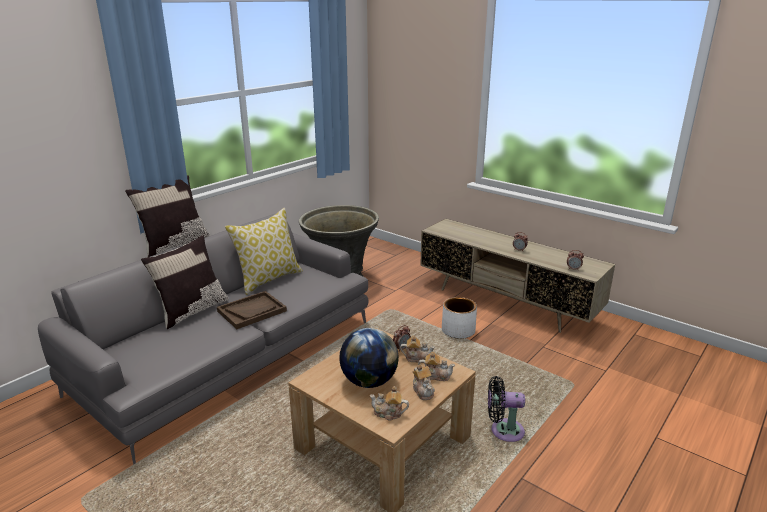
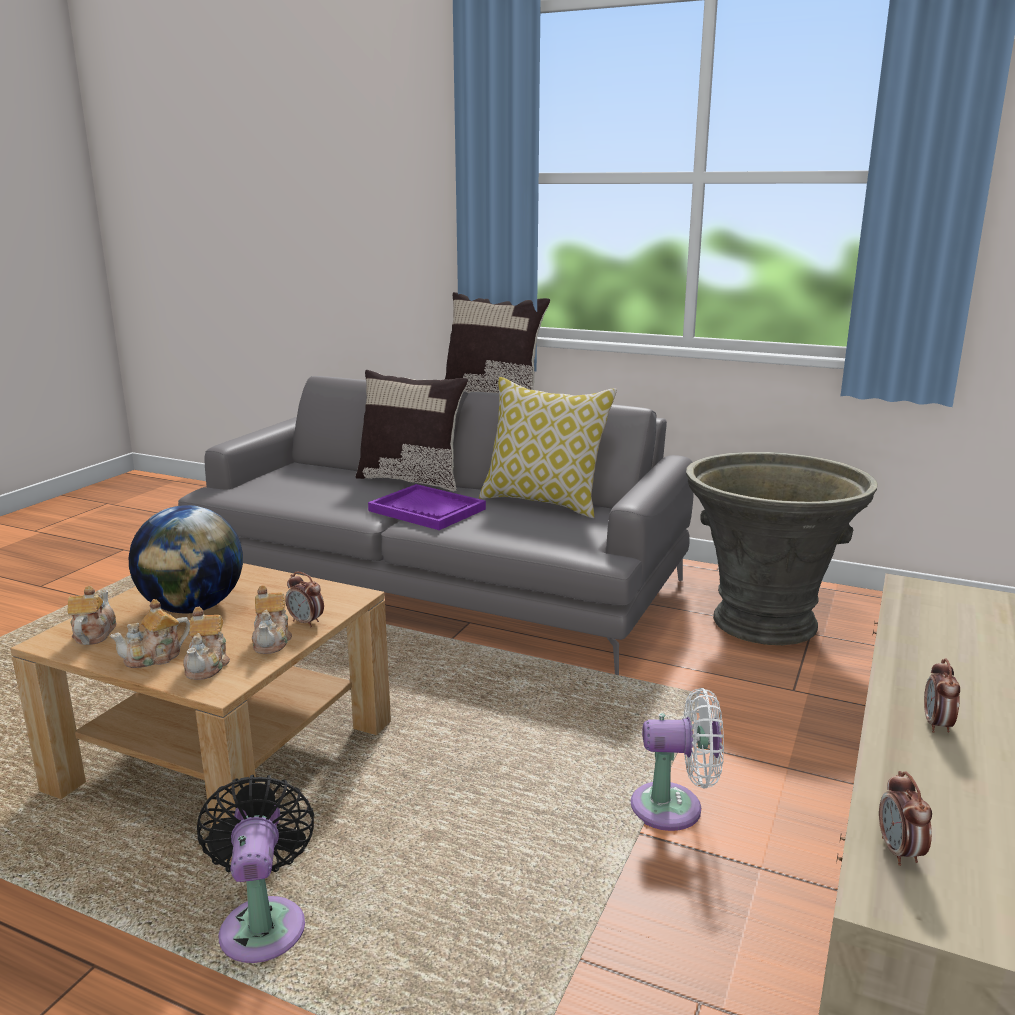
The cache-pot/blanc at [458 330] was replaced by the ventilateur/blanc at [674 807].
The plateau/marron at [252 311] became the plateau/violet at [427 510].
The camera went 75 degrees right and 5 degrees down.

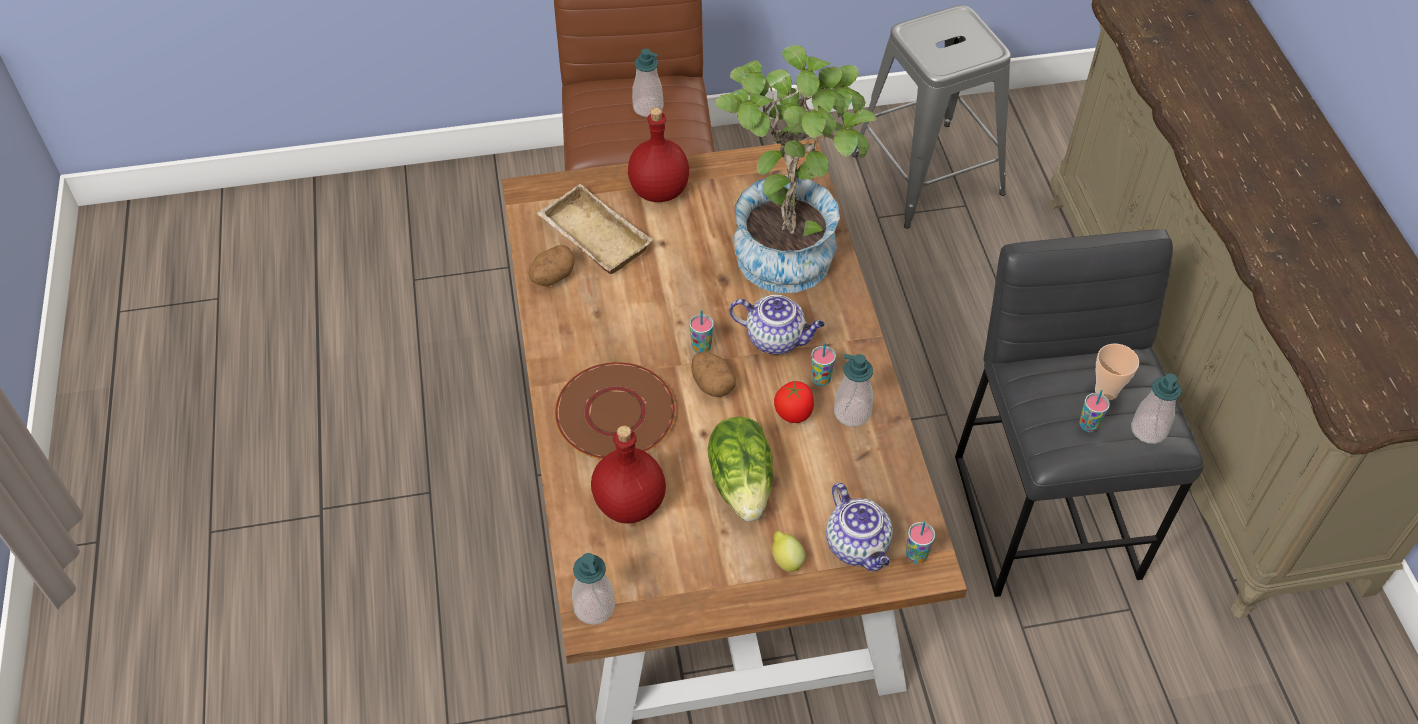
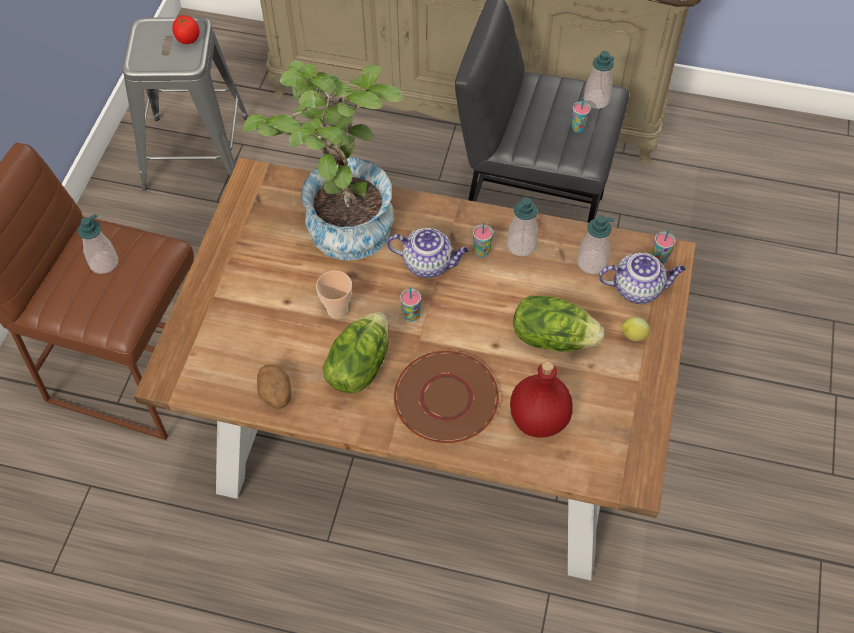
The plateau/beige at [591 237] disappeared.
The bouteille/rouge at [658 190] disappeared.
The pomme de terre at [712 384] disappeared.
The laitue at [358 366] appeared.
The distributeur de savon moved from [594 607] to [592 263].
The tomate moved from [793 413] to [188 39].
The tasse moved from [1106 391] to [337 310].
The théière at [776 339] turned 60 degrees clockwise.
The camera went 65 degrees left and 5 degrees up.

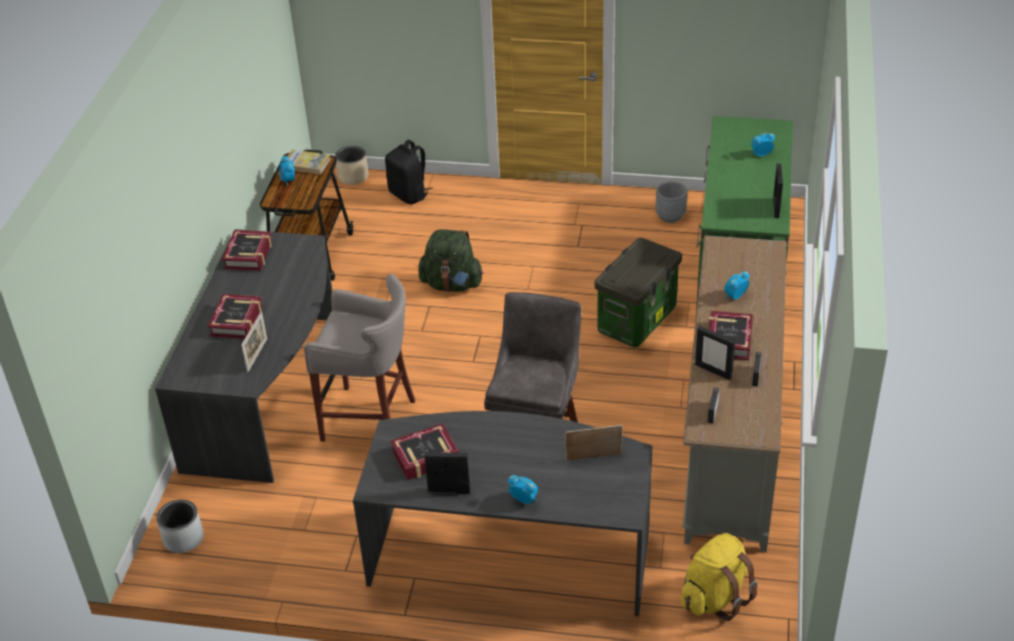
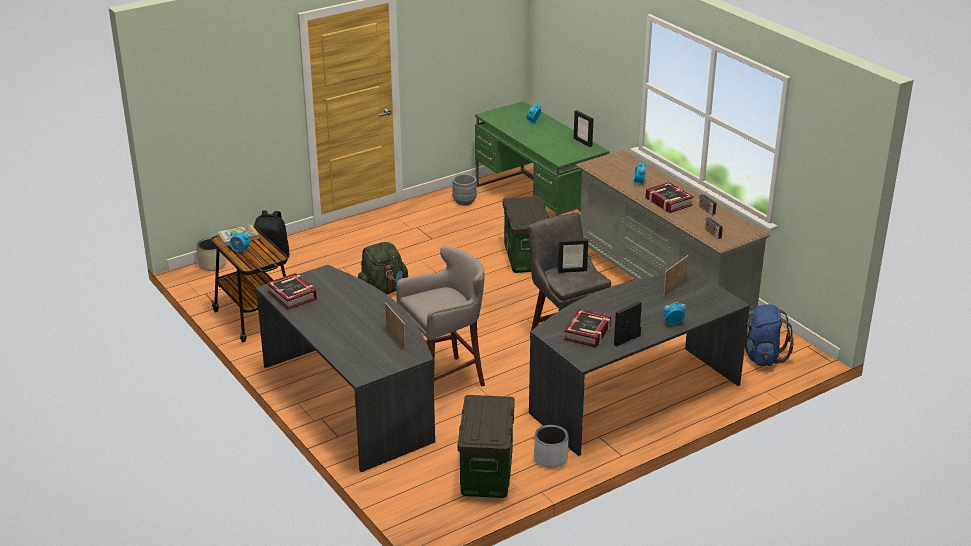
The livre at [237 321] disappeared.
The boîte de rangement at [487 475] appeared.
The cache-pot/gris moved from [183 538] to [550 459].
The cadre photo moved from [714 370] to [572 270].
The sac à dos/jaune at [715 598] became the sac à dos/bleu at [762 357].
The camera went 45 degrees left and 10 degrees down.

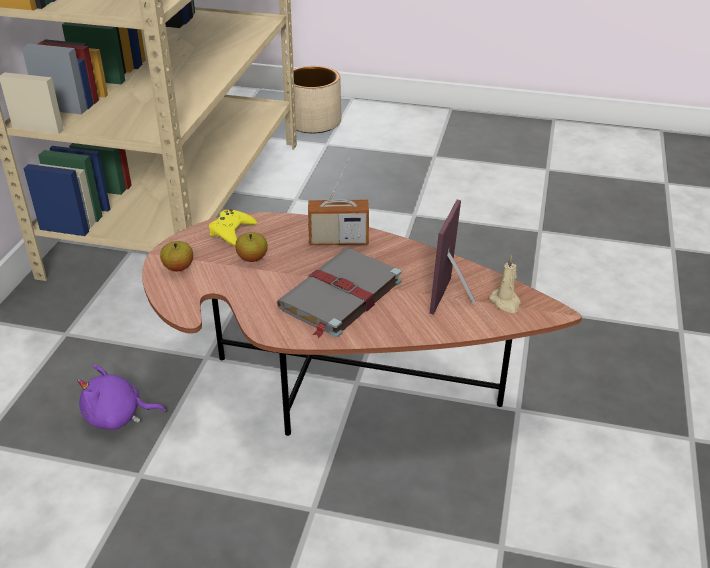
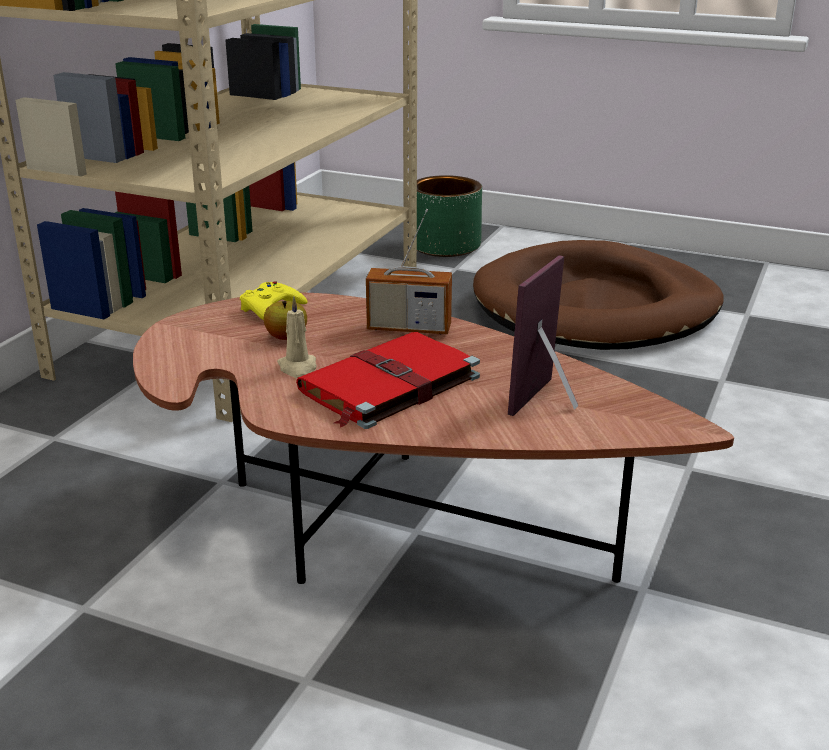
The peluche/violet at [118 417] disappeared.
The pomme at [178 267] disappeared.
The panier pour chien/marron at [596 307] appeared.
The bougie/beige moved from [505 302] to [298 368].
The livre/gris at [339 296] became the livre/rouge at [387 385].
The cache-pot/beige at [314 122] became the cache-pot/vert at [445 246].
The camera went 10 degrees right and 10 degrees down.

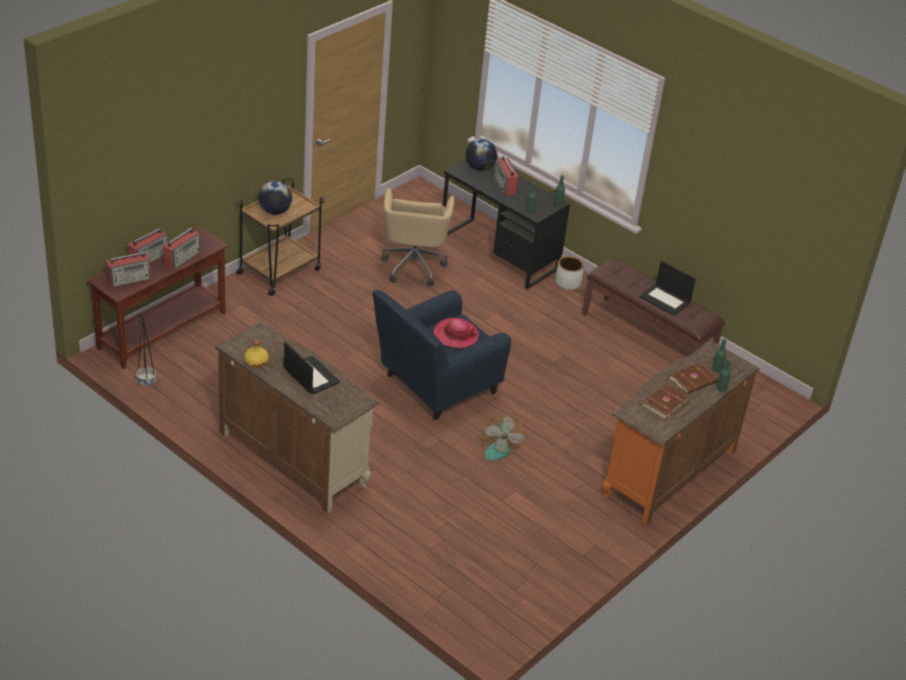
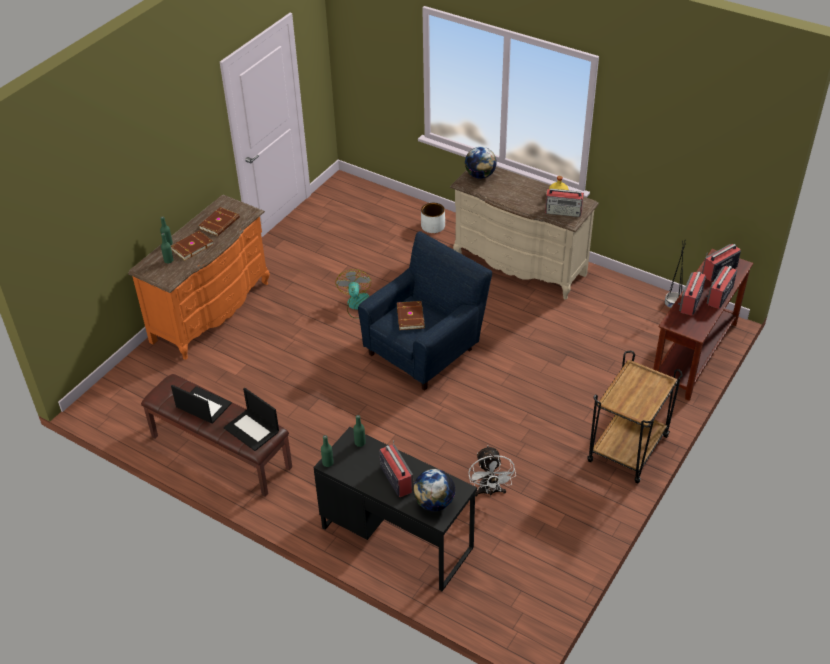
The radio at [564 211] appeared.
The globe moved from [275 211] to [480 175].
The ordinateur portable moved from [310 375] to [252 430].
The cache-pot/blanc moved from [567 282] to [433 226].
The chaise de bureau/beige at [413 266] was replaced by the ventilateur/blanc at [489 492].
The chapeau at [456 335] was replaced by the livre/marron at [411 316].
The camera went 175 degrees right and 5 degrees up.

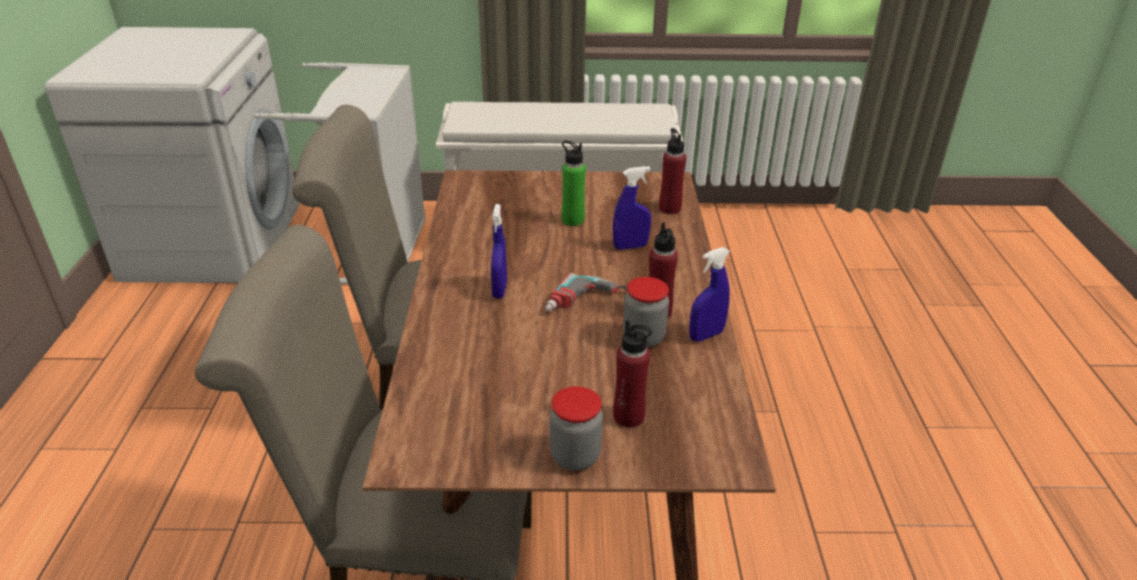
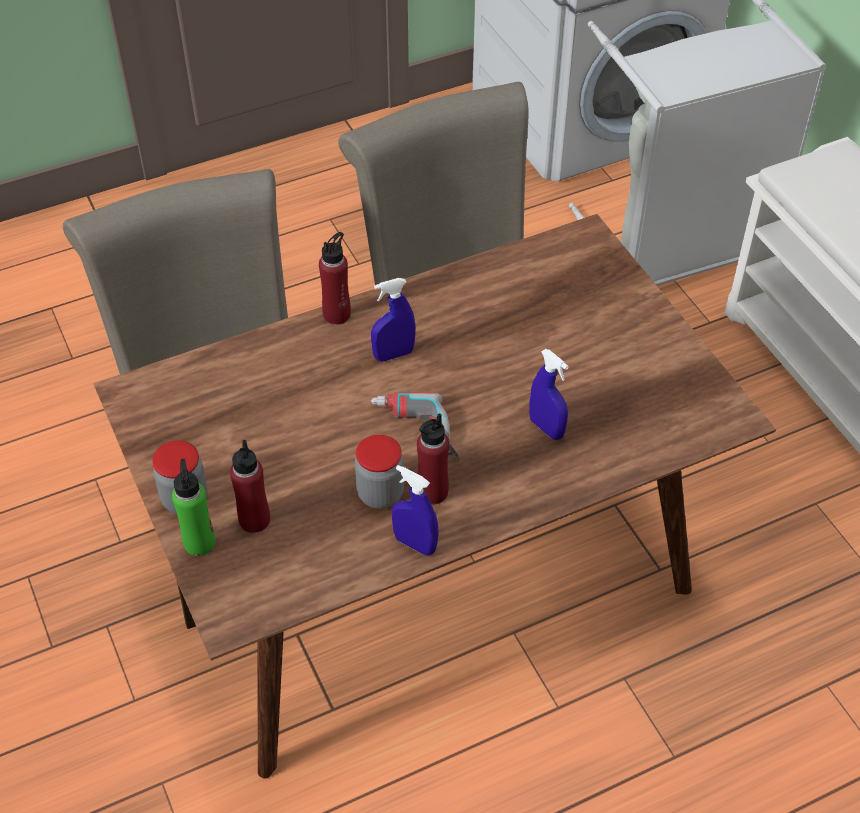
The bouteille/vert moved from [572 220] to [199 542].
The bouteille/rouge moved from [669 208] to [337 314].
The camera went 65 degrees right and 15 degrees up.

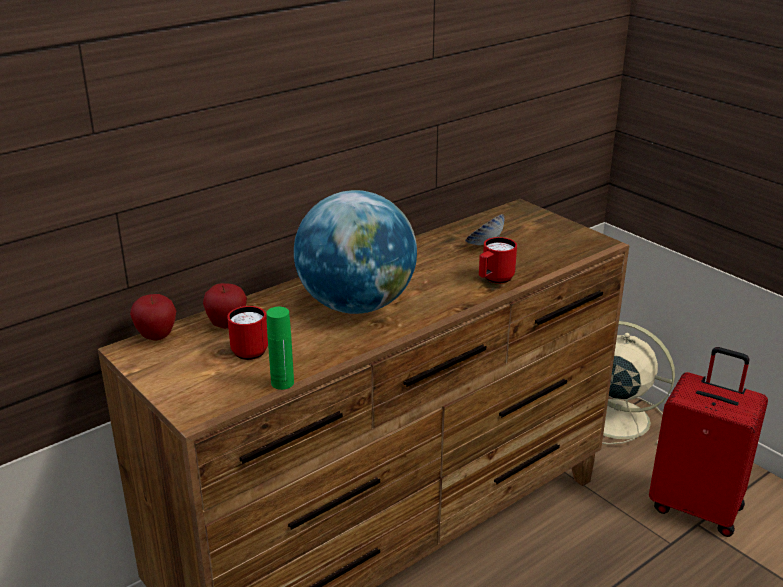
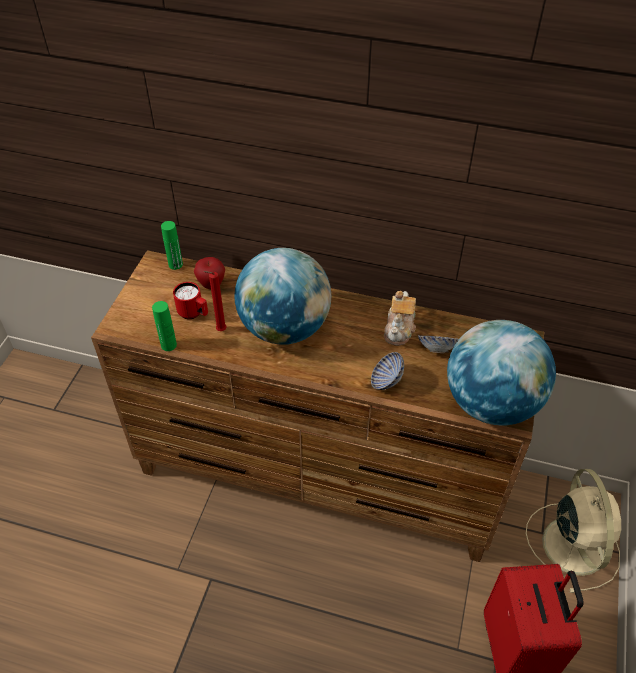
The bougie/rouge at [219 331] appeared.
The théière at [399 329] appeared.
The globe at [491 403] appeared.
The pomme at [156 337] was replaced by the bouteille/vert at [175 264].
The mug/rouge at [494 280] was replaced by the bol at [386 381].
The camera went 55 degrees right and 20 degrees up.

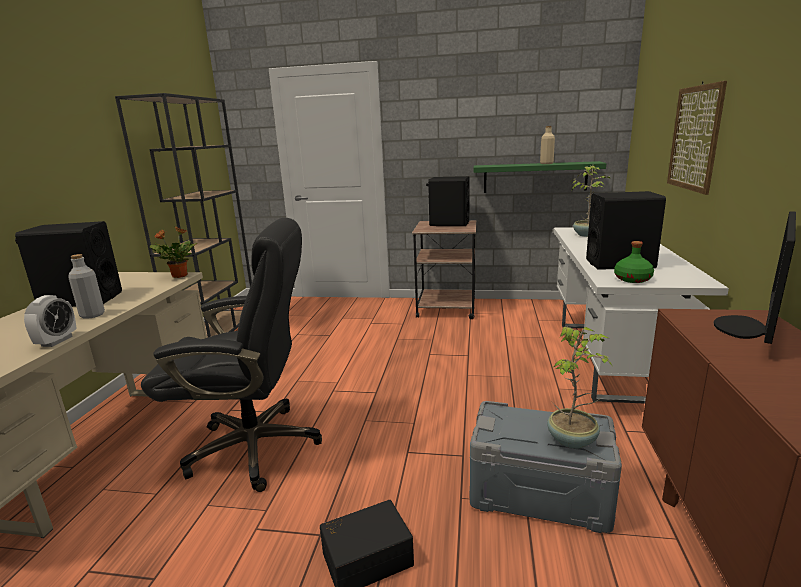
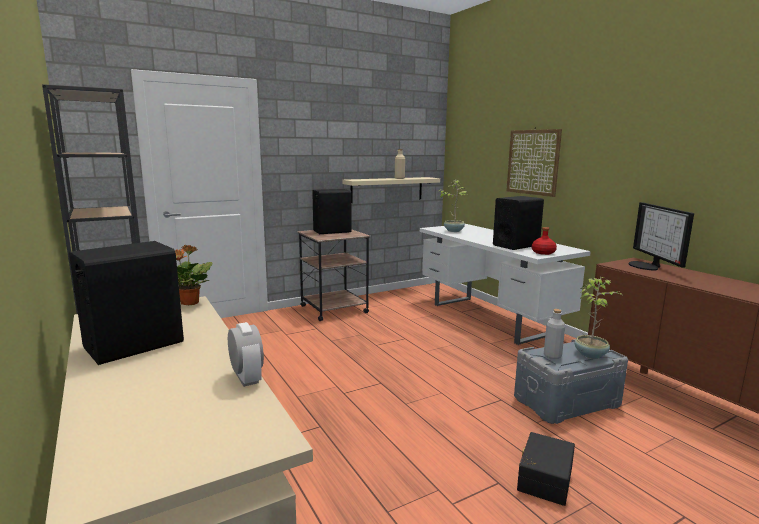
The chaise de bureau/noir at [251 448] disappeared.
The bouteille/gris moved from [92 315] to [552 356].
The étagère/vert at [535 177] became the étagère/beige at [387 189].
The bouteille/vert at [633 279] became the bouteille/rouge at [543 252].
The camera went 40 degrees left and 5 degrees down.

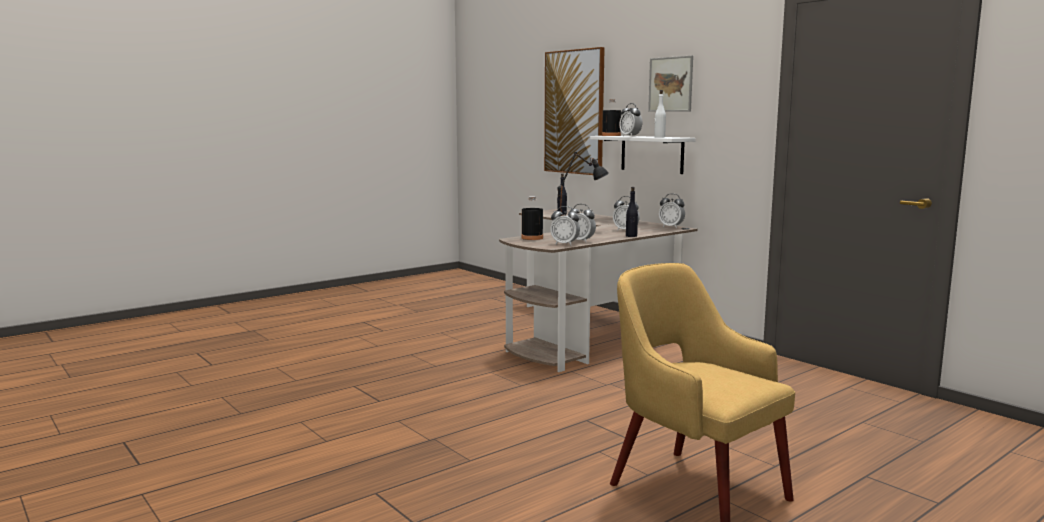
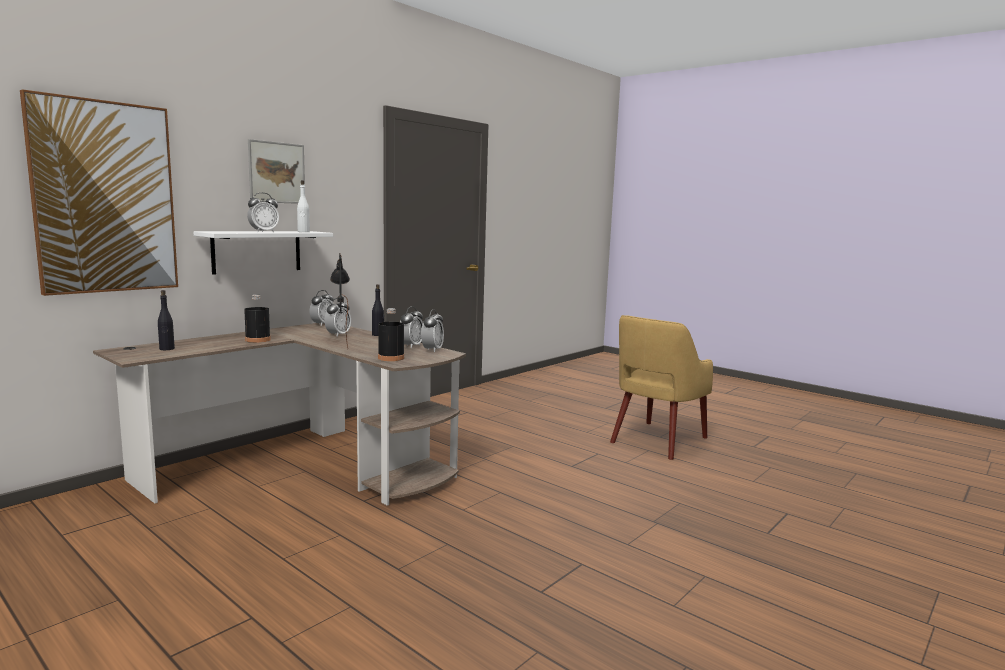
The bouteille/noir moved from [611 135] to [258 340].
The camera went 100 degrees left and 0 degrees up.

